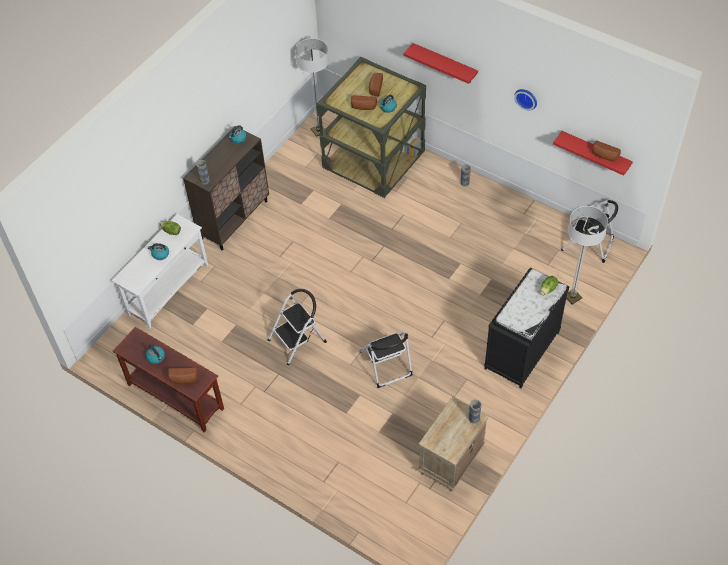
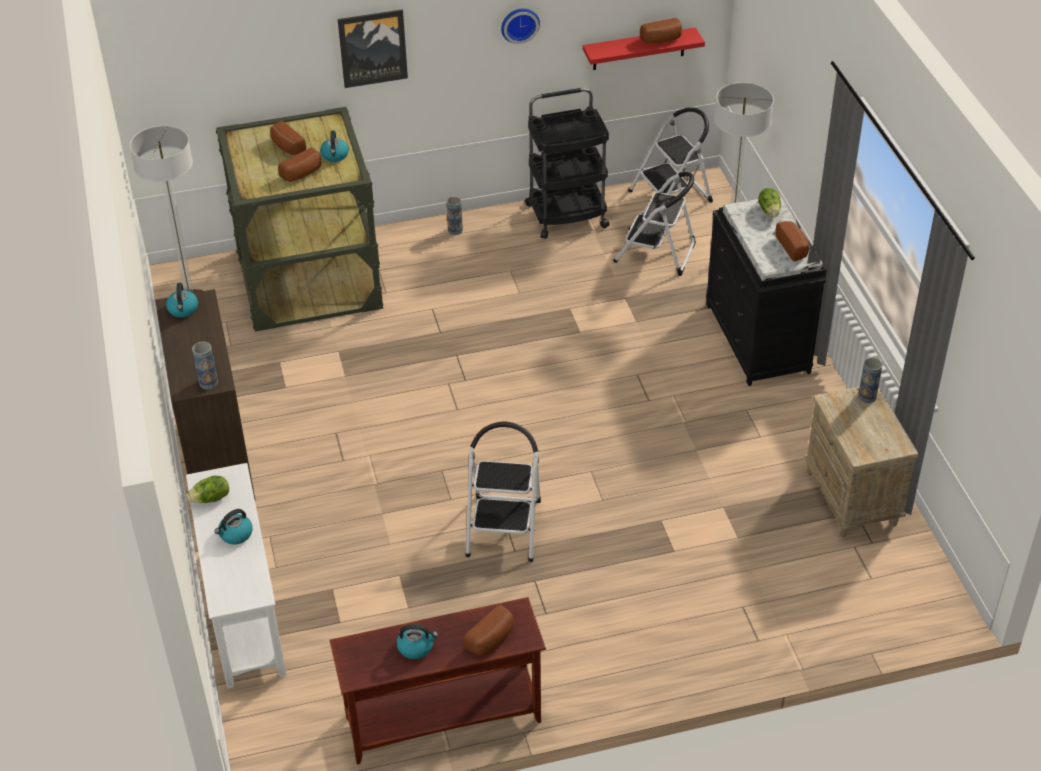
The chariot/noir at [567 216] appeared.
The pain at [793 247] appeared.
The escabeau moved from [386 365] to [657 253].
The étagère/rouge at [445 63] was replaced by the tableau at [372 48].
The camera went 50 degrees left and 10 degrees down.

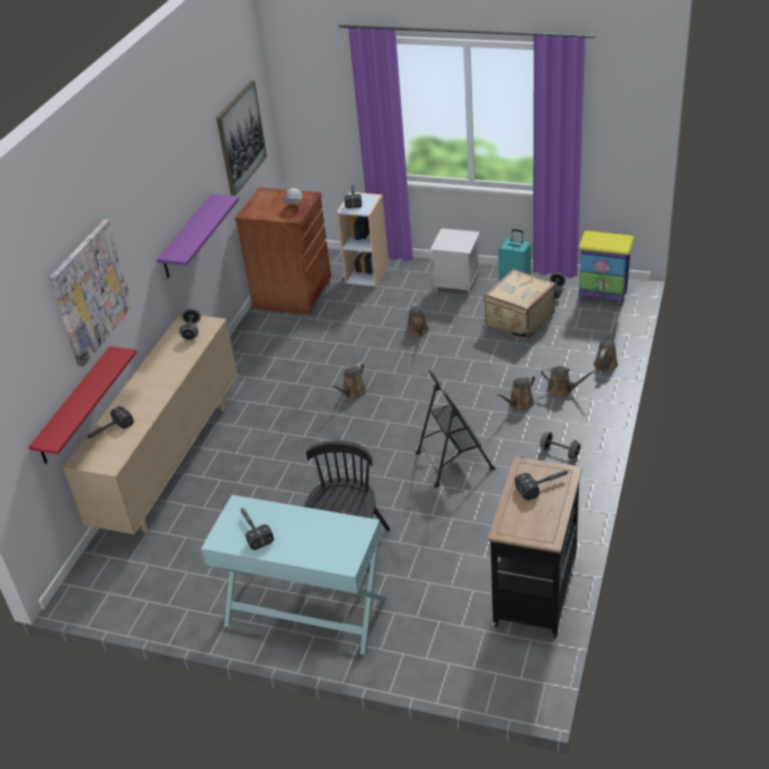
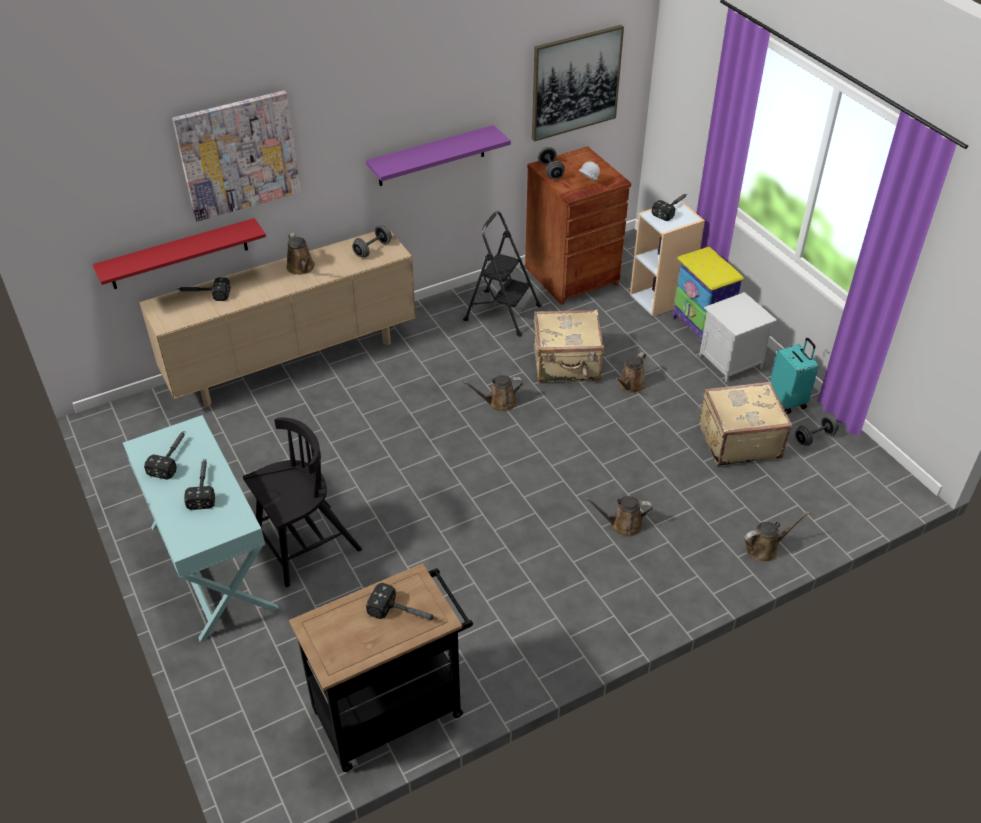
The marteau at [203 486] appeared.
The valise/beige at [567 365] appeared.
The escabeau/noir moved from [452 461] to [500 311].
The haltère/gris moved from [559 452] to [550 171].
The arrosoir/marron moved from [562 390] to [301 268].
The table de chevet moved from [603 296] to [700 327].
The camera went 40 degrees right and 5 degrees up.

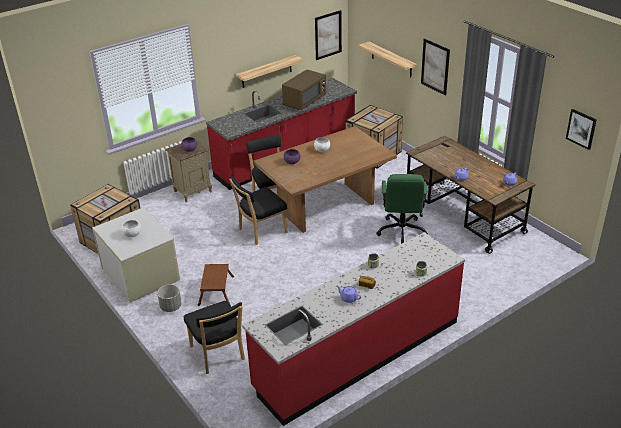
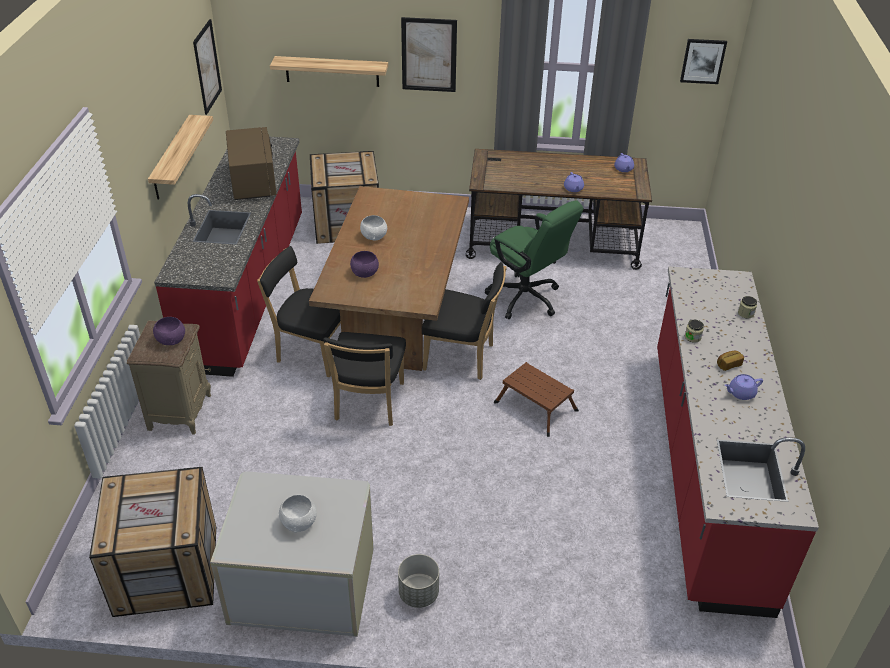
The chaise/noir moved from [218 355] to [462 358].
The escabeau/marron moved from [216 291] to [536 406].
The camera went 50 degrees left and 5 degrees up.

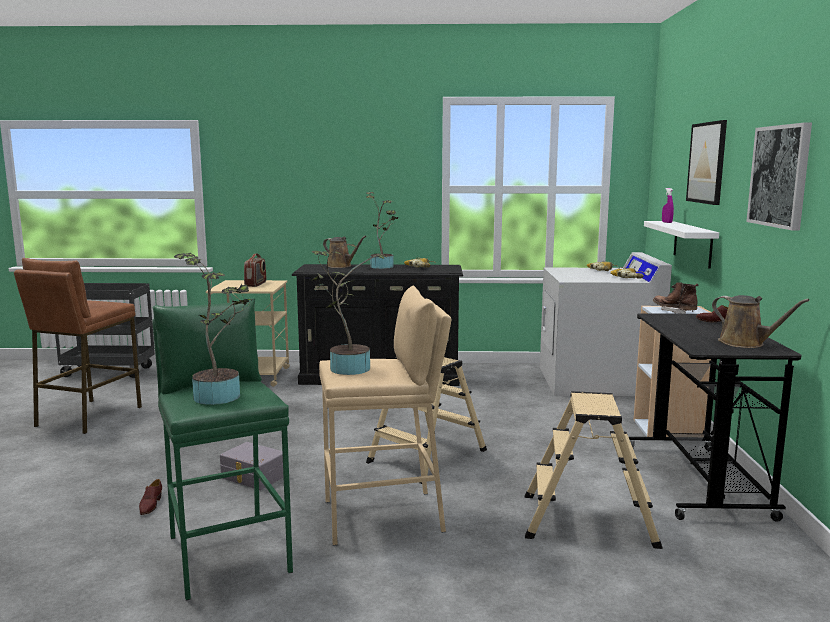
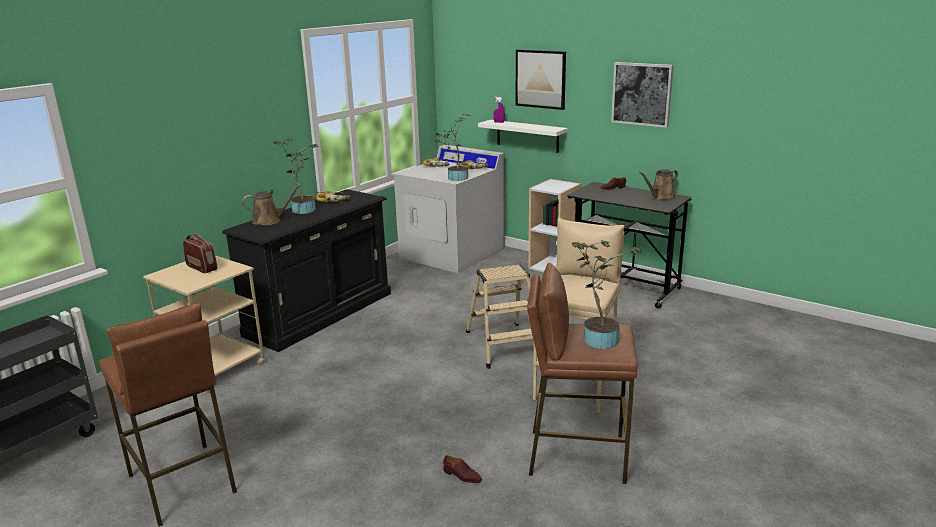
The boîte de rangement/gris at [253 477] disappeared.
The escabeau/beige at [588 520] disappeared.
The botte/marron at [674 311] disappeared.
The plante en pot moved from [346 368] to [455 178].
The tabouret/vert at [228 553] became the tabouret/marron at [576 455].
The arrosoir/marron at [745 343] turned 150 degrees clockwise.
The camera went 55 degrees left and 10 degrees up.

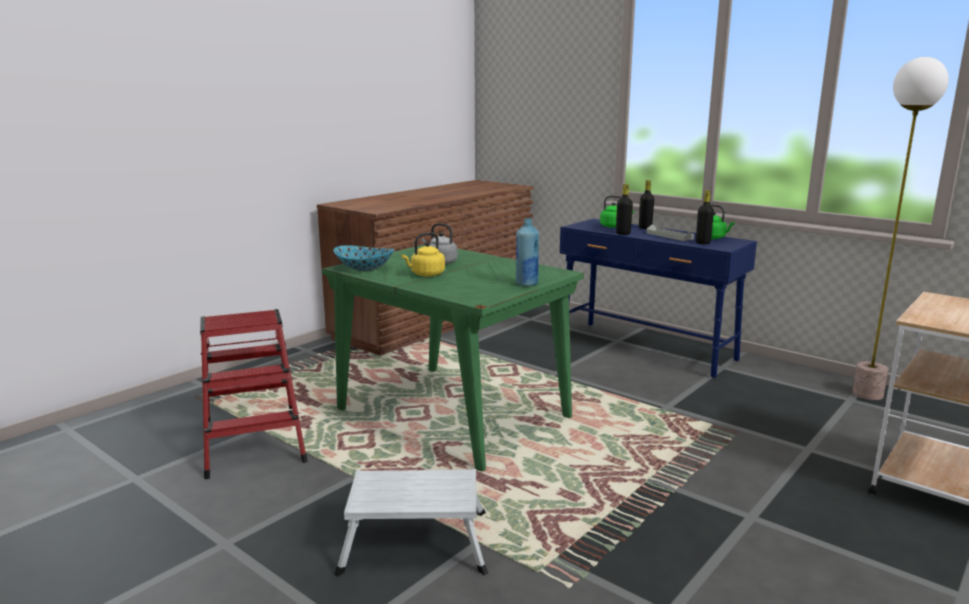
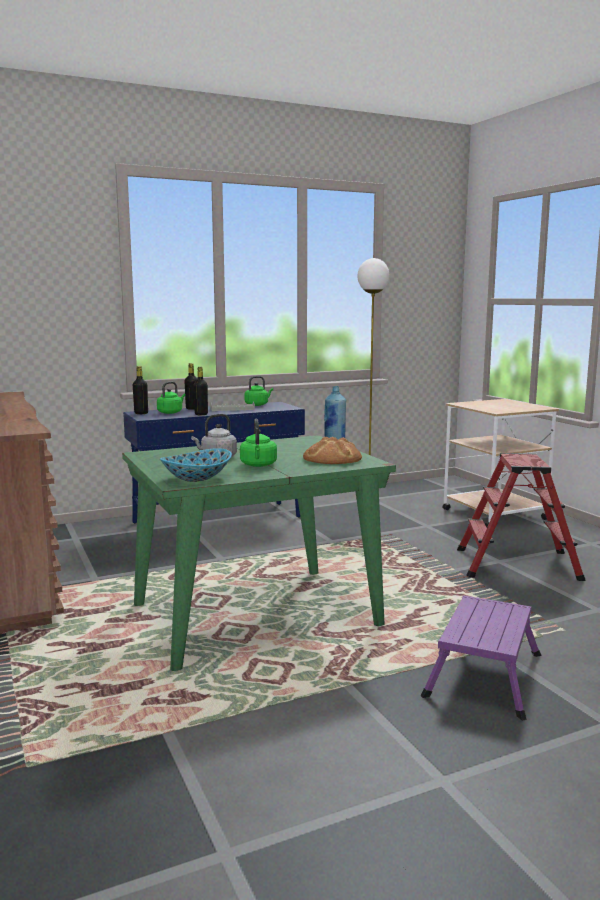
The pain at [332 458] appeared.
The escabeau/rouge moved from [253 439] to [517 564].
The bouteille/noir moved from [703 243] to [141 413].
The escabeau/blanc at [414 542] became the escabeau/violet at [483 675].
The bouilloire/jaune at [426 274] became the bouilloire/vert at [258 465].
The camera went 65 degrees left and 5 degrees down.

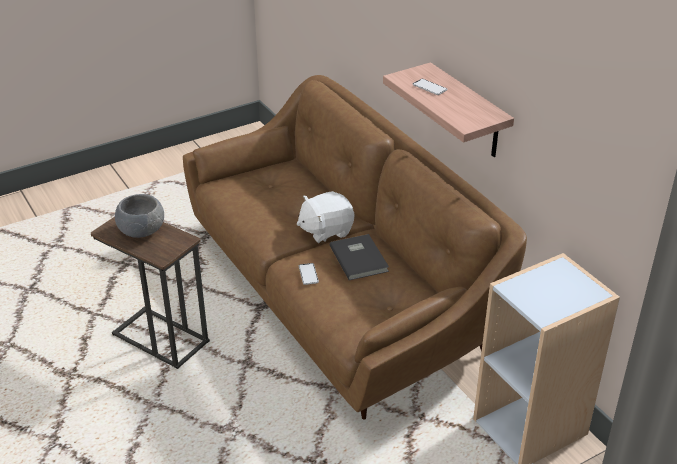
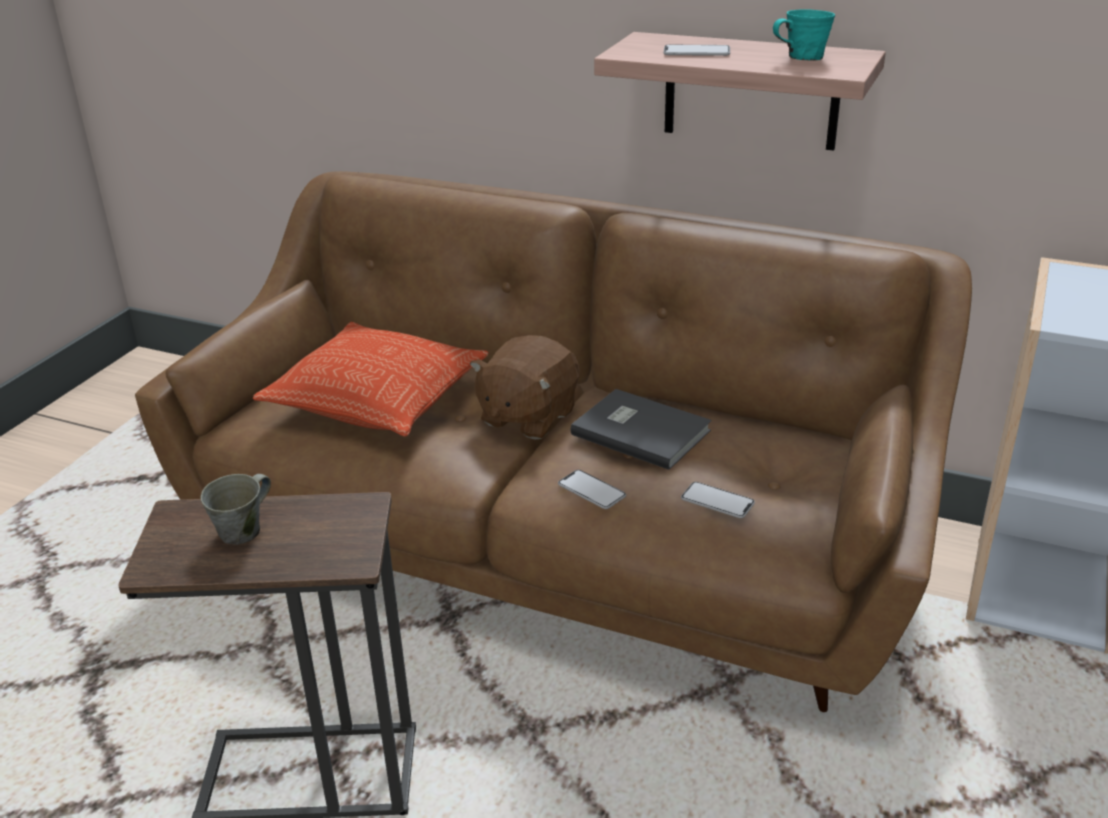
The coussin/orange at [378 402] appeared.
The téléphone at [717 501] appeared.
The mug/turquoise at [802 58] appeared.
The bol/gris at [141 231] was replaced by the mug/gris at [243 531].
The peluche/blanc at [326 230] became the peluche/marron at [527 416].
The camera went 35 degrees left and 5 degrees down.

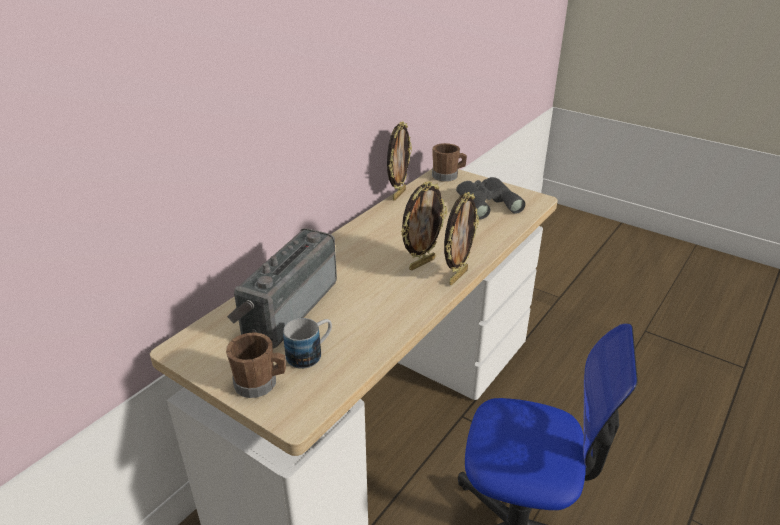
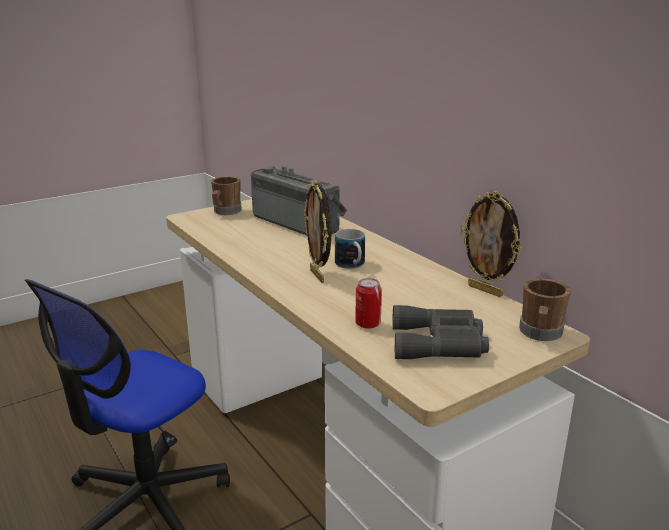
The cadre photo at [457 276] disappeared.
The boîte métallique at [368 324] appeared.
The mug moved from [310 353] to [352 265].
The camera went 110 degrees right and 10 degrees down.

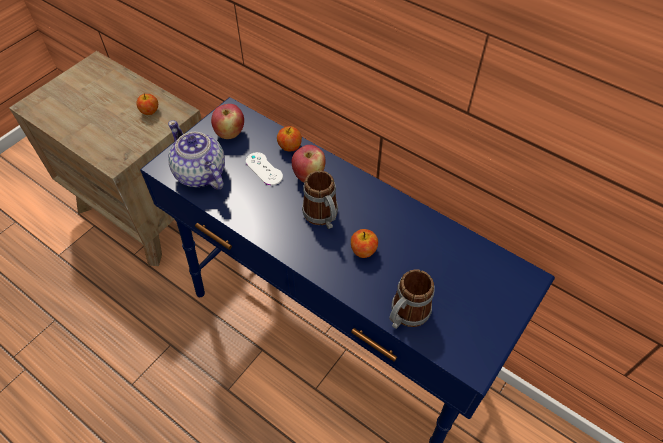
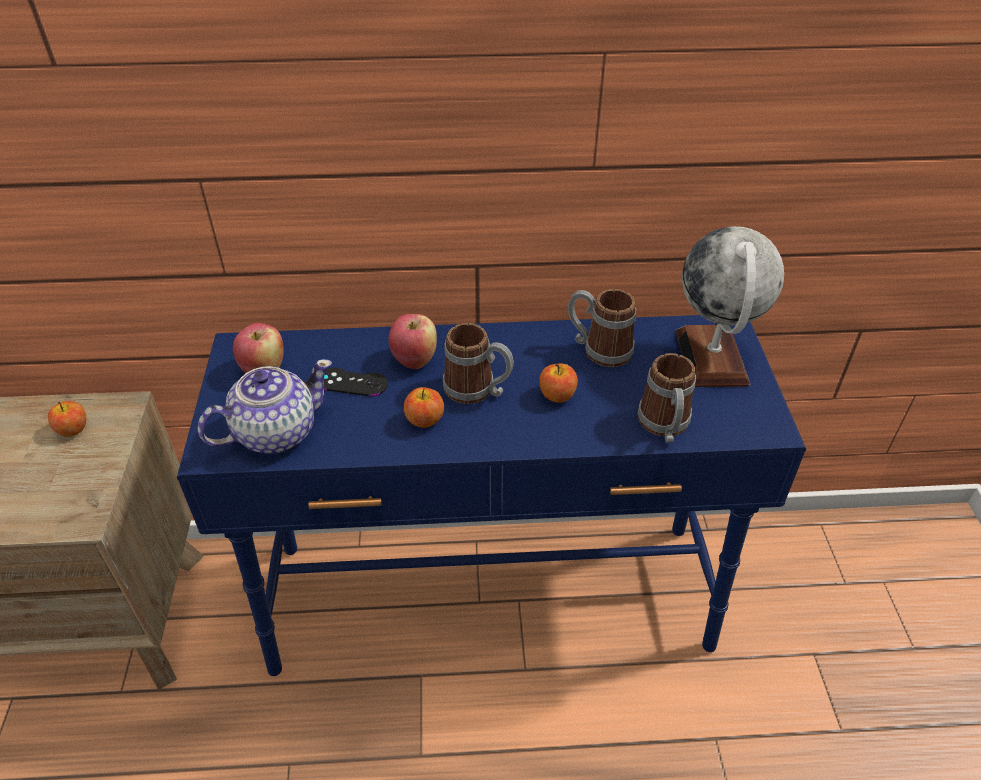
The mug at [598 349] appeared.
The globe at [712 358] appeared.
The pomme moved from [290 147] to [424 420].
The manette/blanc at [264 169] became the manette/noir at [352 382].
The théière at [200 174] turned 135 degrees clockwise.
The camera went 40 degrees left and 10 degrees down.

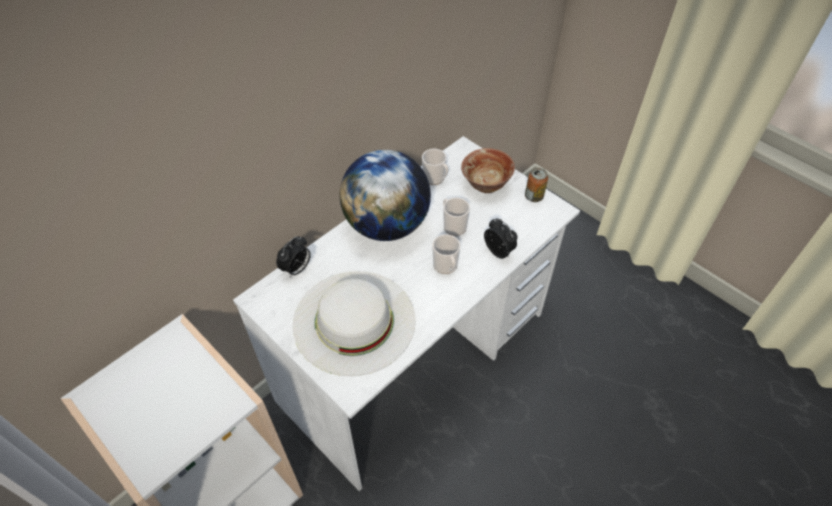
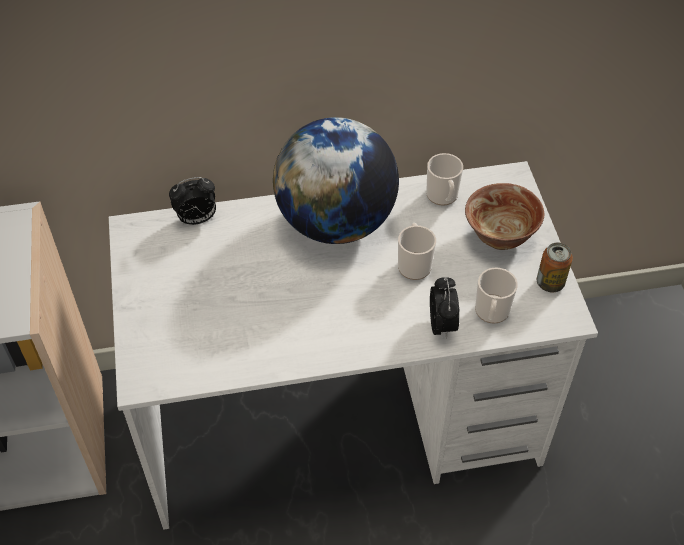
The chapeau/blanc at [354 321] disappeared.
The mug moved from [446 267] to [491 313].
The camera went 35 degrees right and 0 degrees up.

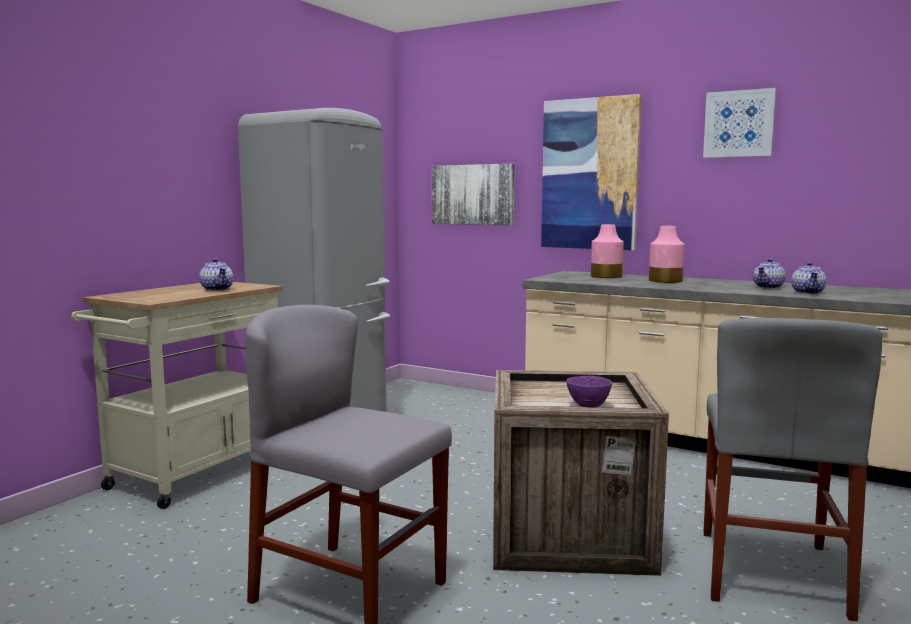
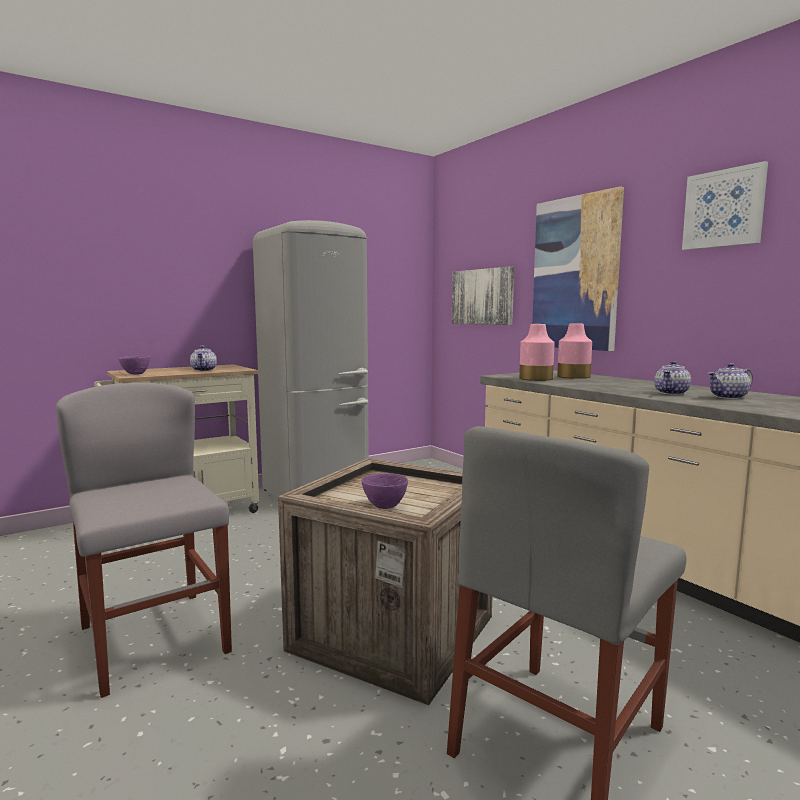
The bol/violet at [136 374] appeared.
The vase/rose moved from [666 280] to [536 378].
The théière moved from [808 292] to [672 393].
The camera went 25 degrees right and 0 degrees up.

